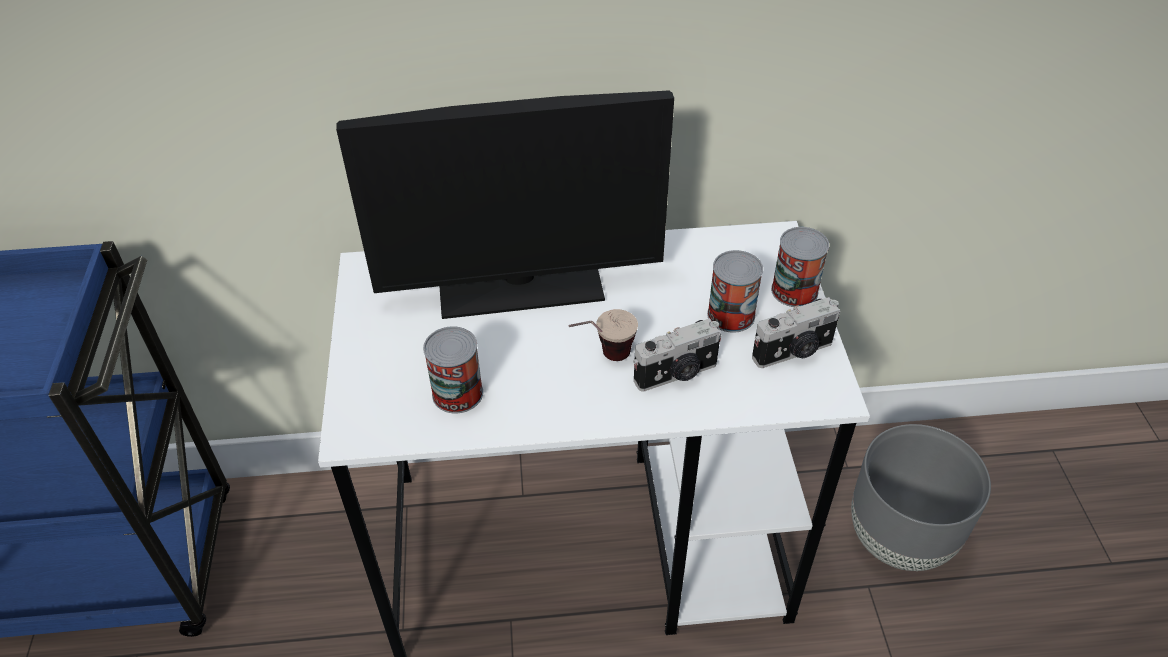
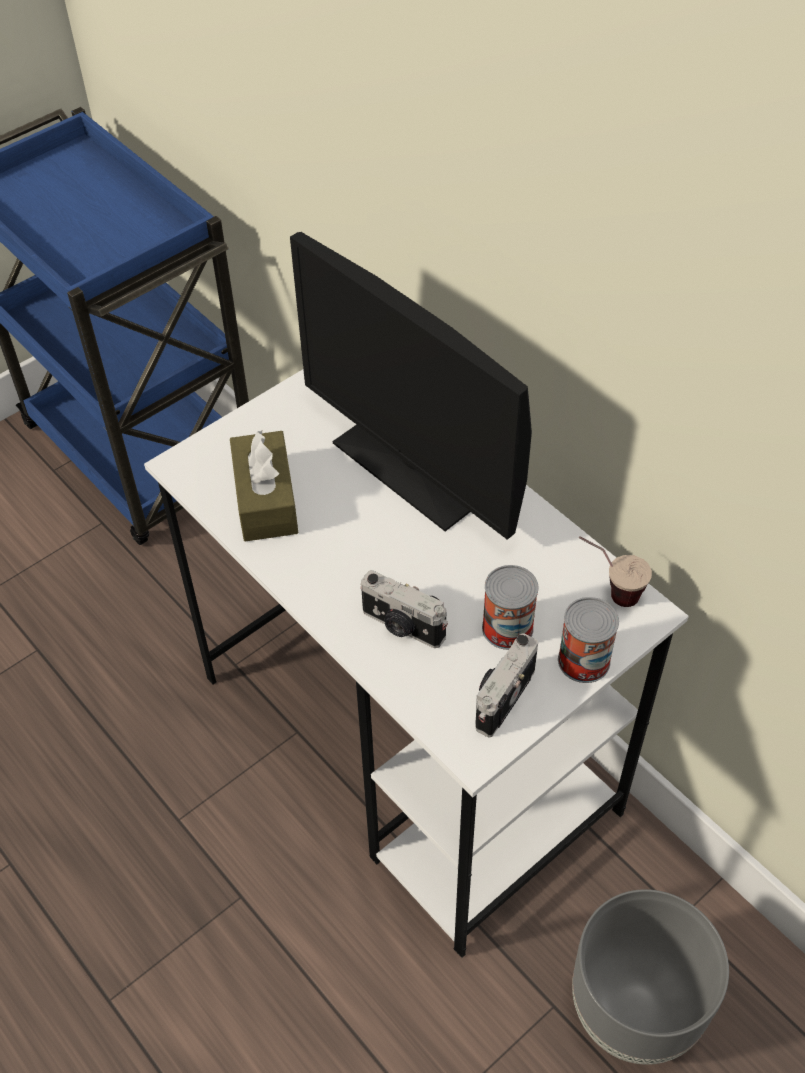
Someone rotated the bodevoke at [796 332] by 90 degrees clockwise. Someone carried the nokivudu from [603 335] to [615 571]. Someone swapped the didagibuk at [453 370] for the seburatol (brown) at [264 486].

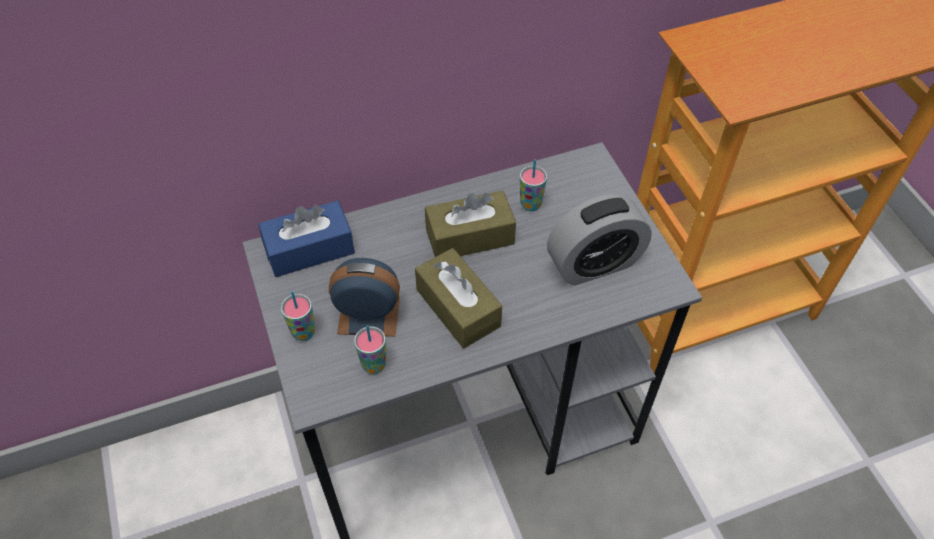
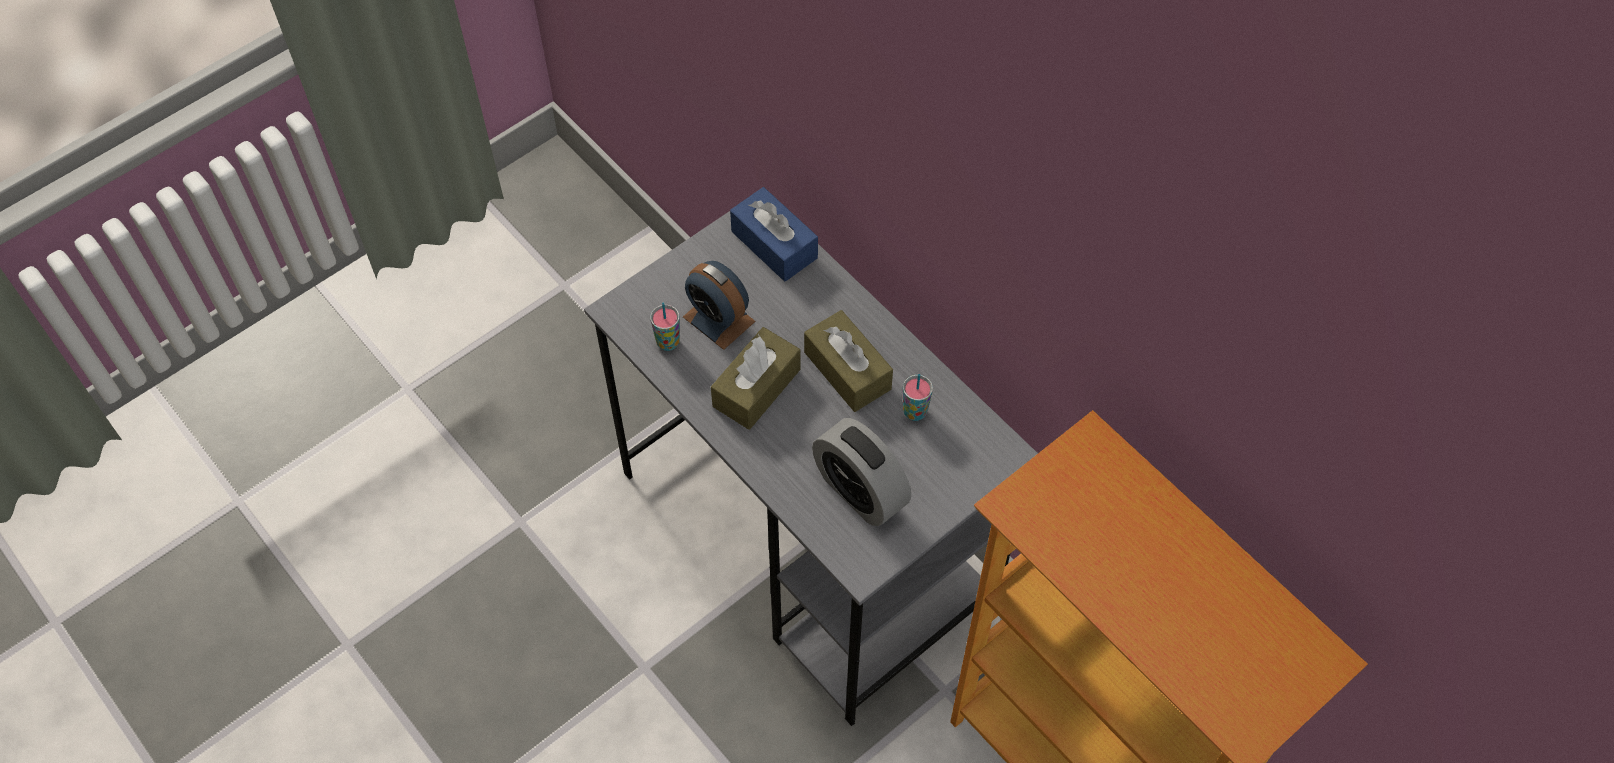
Someone rotated the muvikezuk at [364 297] by 150 degrees clockwise. Someone took away the nokivudu at [298 316].

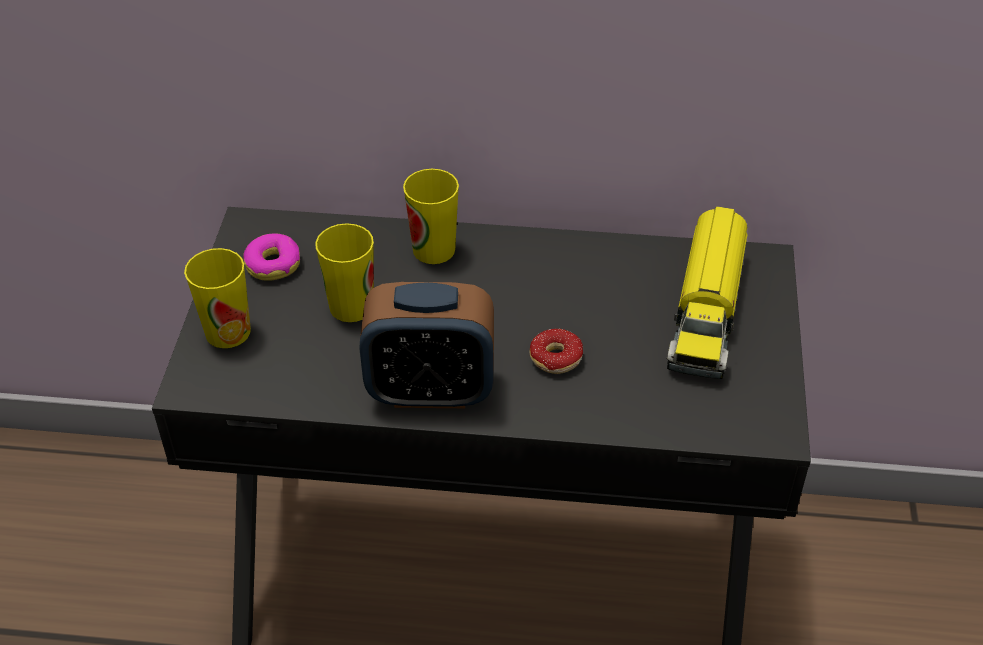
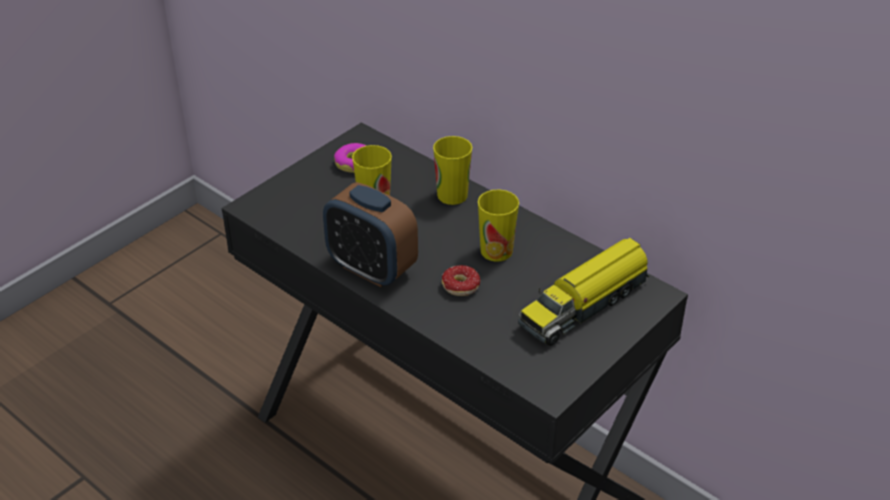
Someone carried the nokivudu from [217 298] to [498 225].

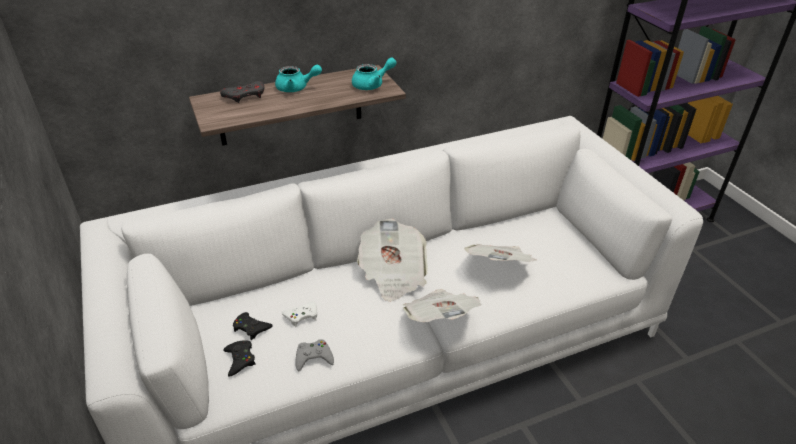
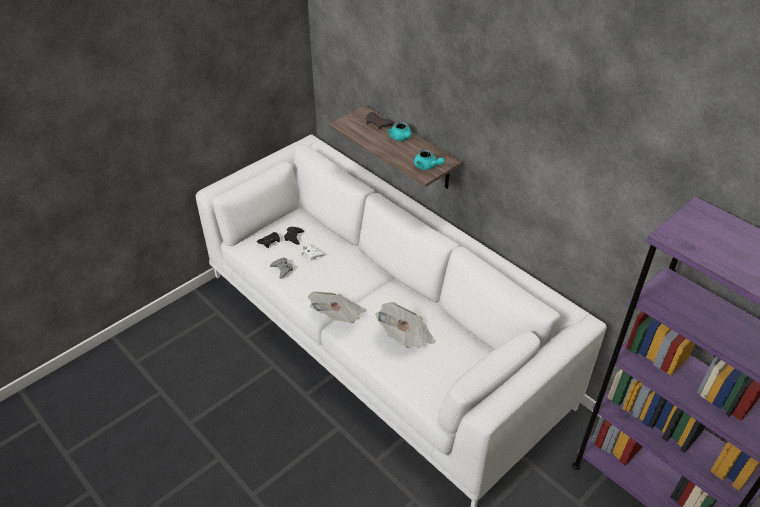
Someone took away the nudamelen at [392 260].

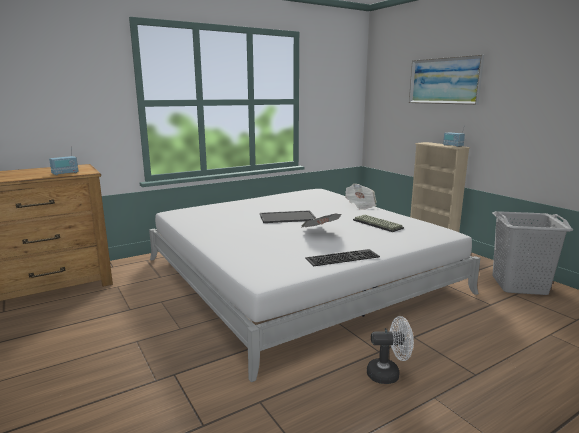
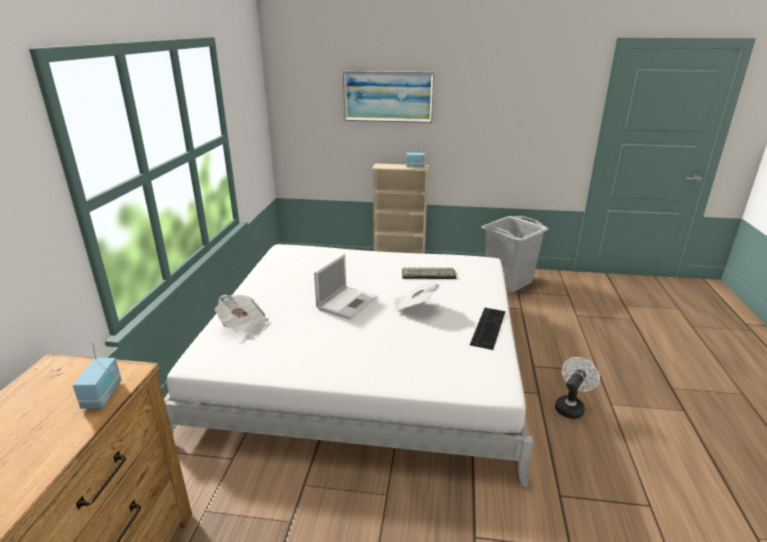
Someone carried the nudamelen from [361 197] to [242 316]. Someone swapped the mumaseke at [288 216] for the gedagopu at [345 286].

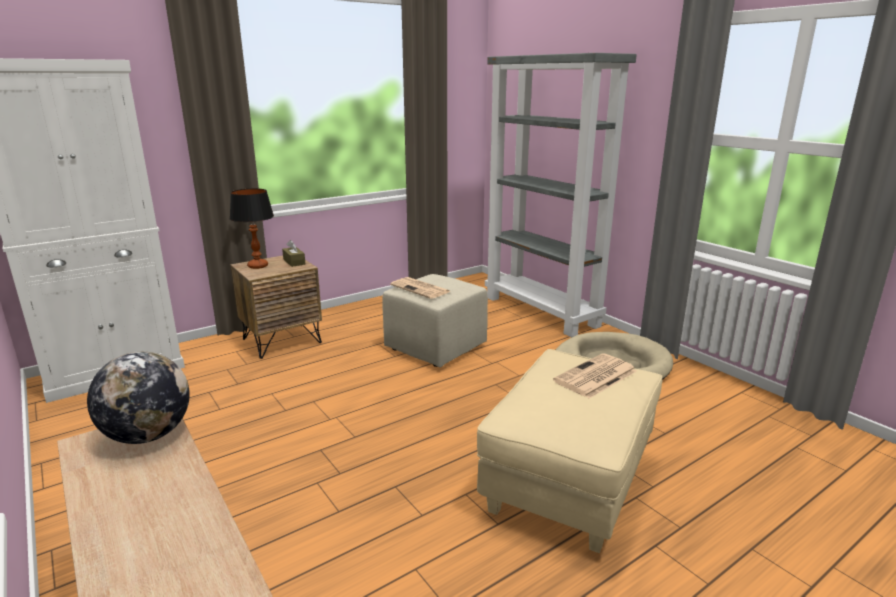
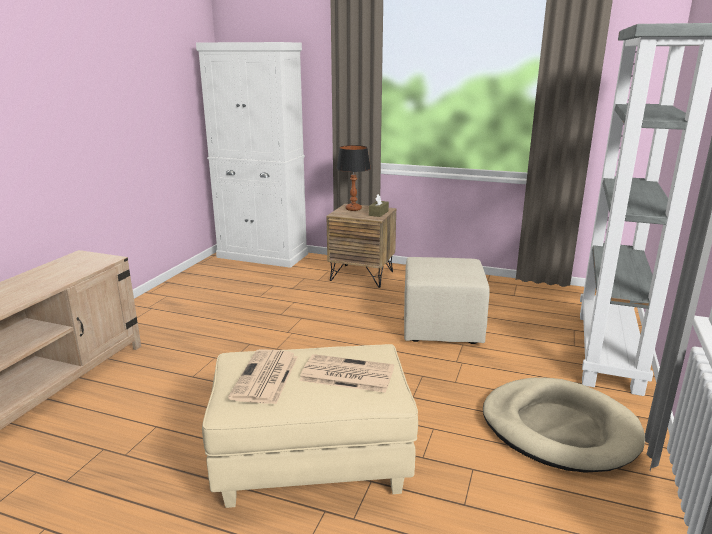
Someone carried the nudamelen from [420 288] to [263 376]. Someone took away the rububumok at [138 398].

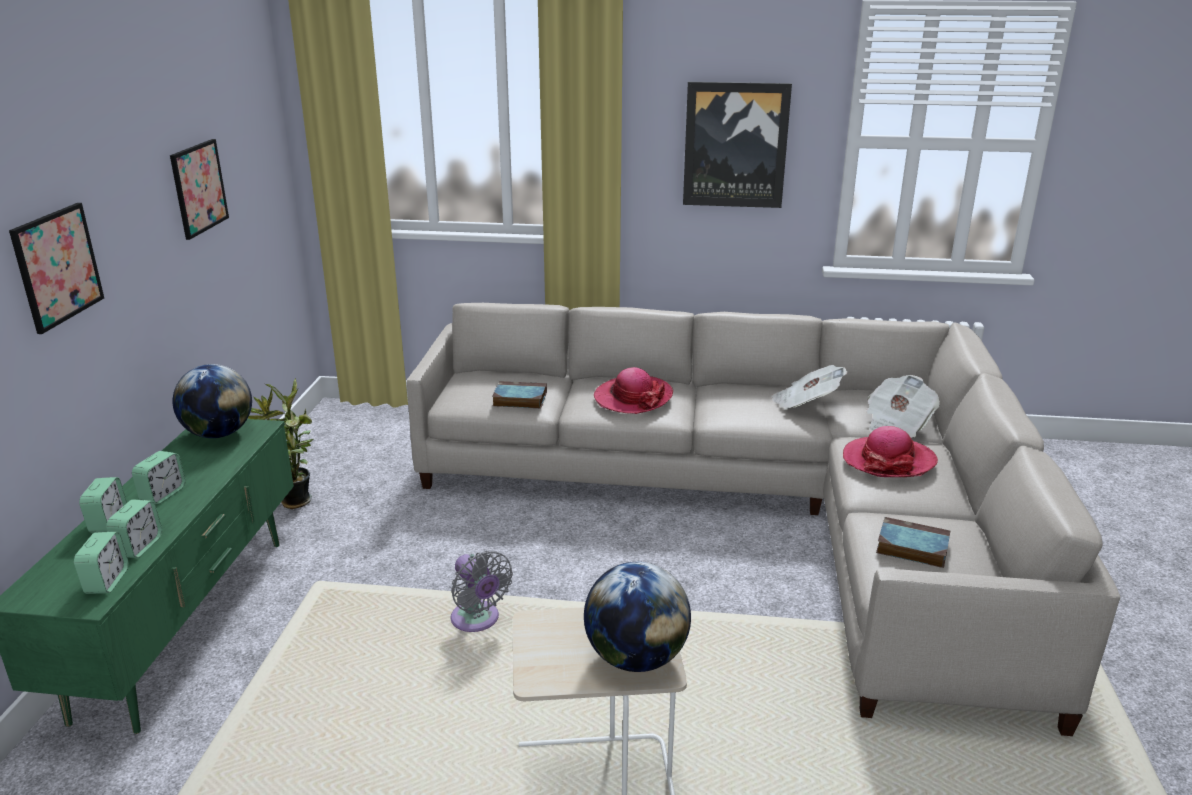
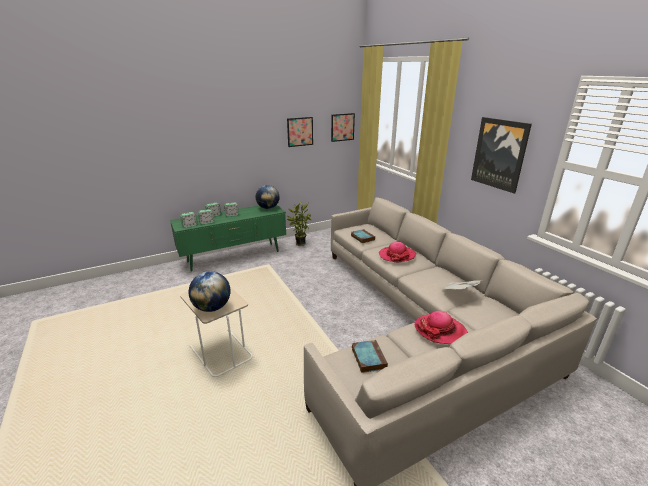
Someone carried the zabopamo from [56 268] to [343 127]. Someone took away the nudamelen at [903 406]. Someone took away the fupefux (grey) at [481 591].

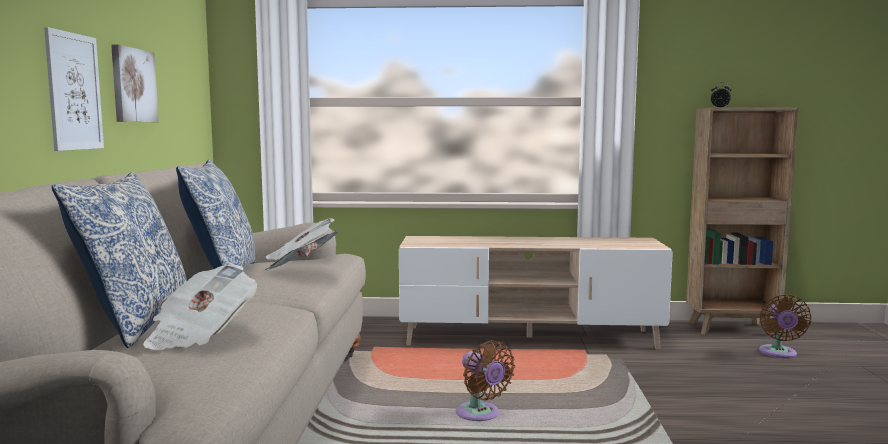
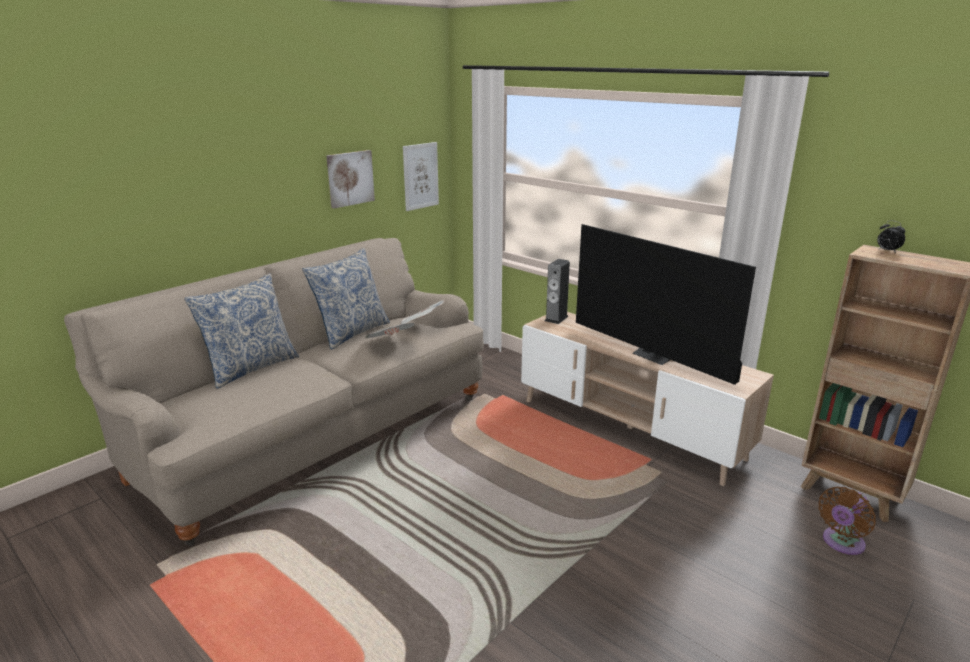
Someone carried the zabopamo from [74 89] to [421 176]. Someone took away the nudamelen at [200 307]. Someone took away the fupefux (brown) at [485 380]. Someone put down the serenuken at [666 304]. Someone put down the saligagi at [557 291].

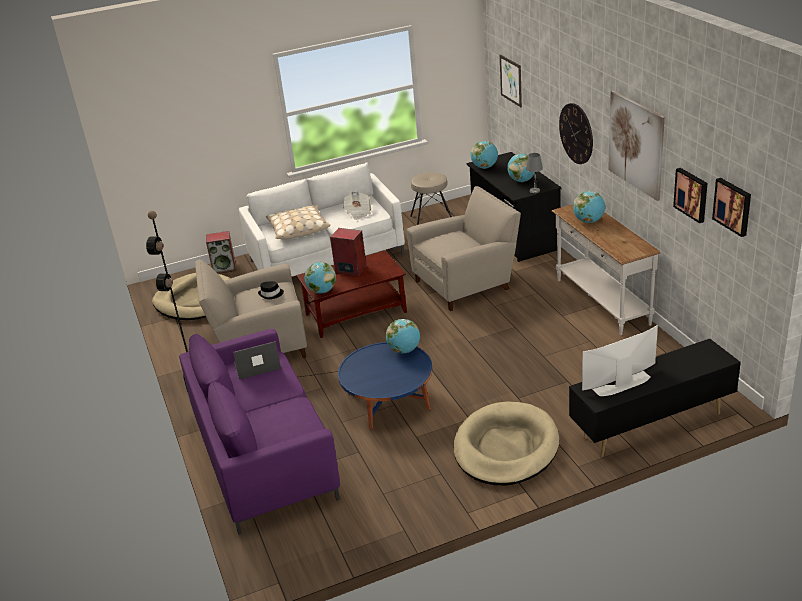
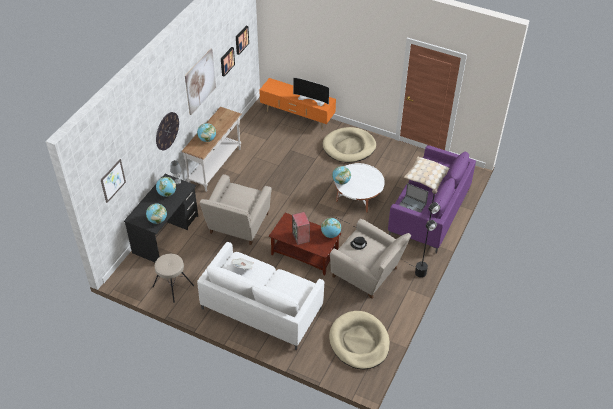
Someone rotated the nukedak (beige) at [463 248] by 90 degrees counterclockwise. Someone carried the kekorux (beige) from [298 222] to [426 173]. Someone took away the saligagi at [221 252]. Someone repainted the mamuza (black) at [655 398], which became the mamuza (orange) at [297 104]. Someone repainted the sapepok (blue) at [385 386], which became the sapepok (white) at [359 188].

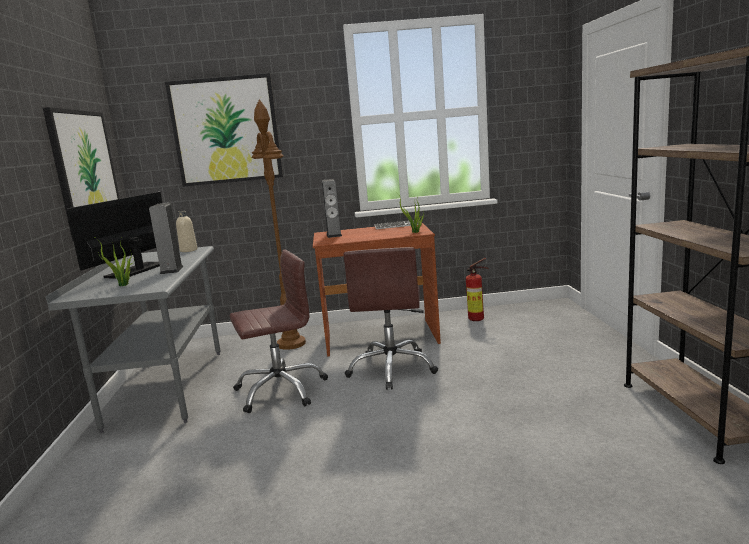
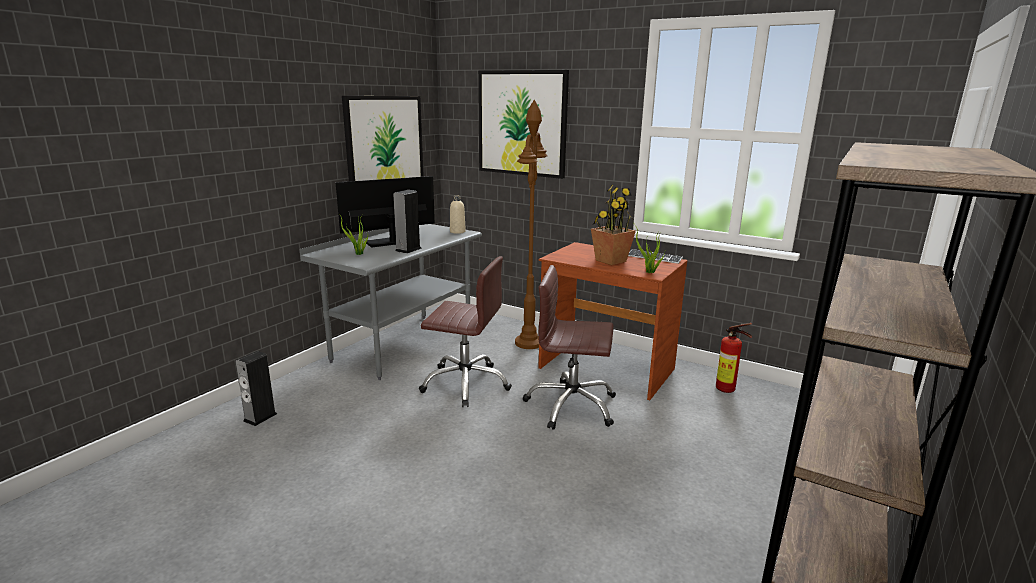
Someone carried the saligagi from [332 208] to [256 388]. Someone rotated the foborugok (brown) at [390 318] by 60 degrees clockwise. Someone put down the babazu at [613 224].

